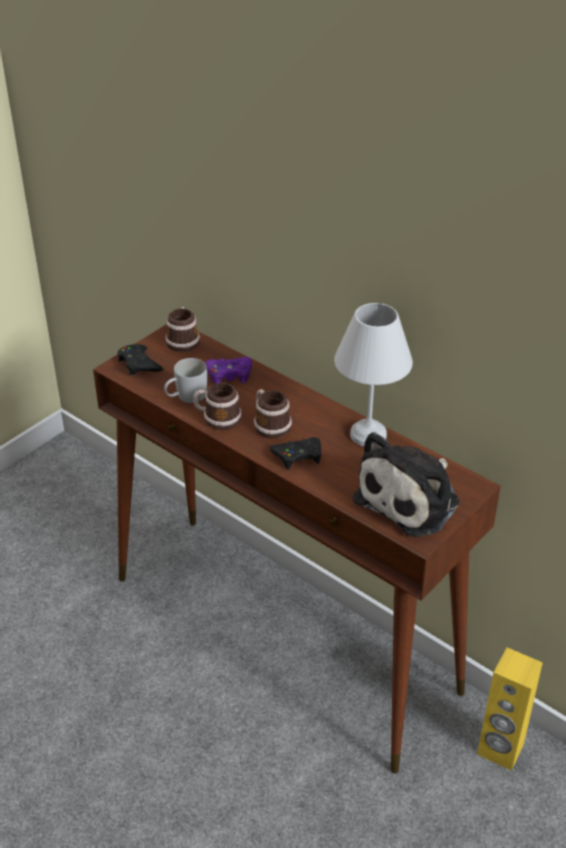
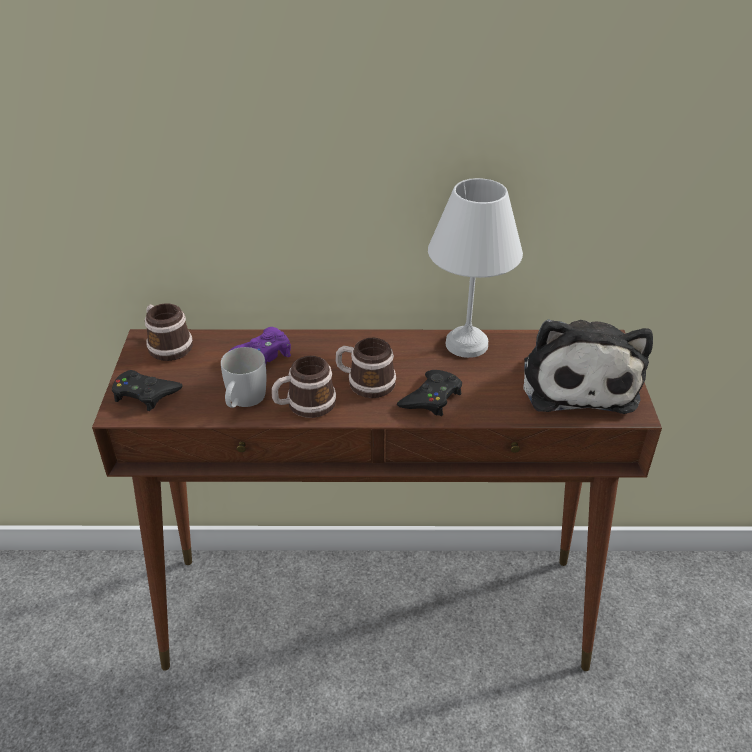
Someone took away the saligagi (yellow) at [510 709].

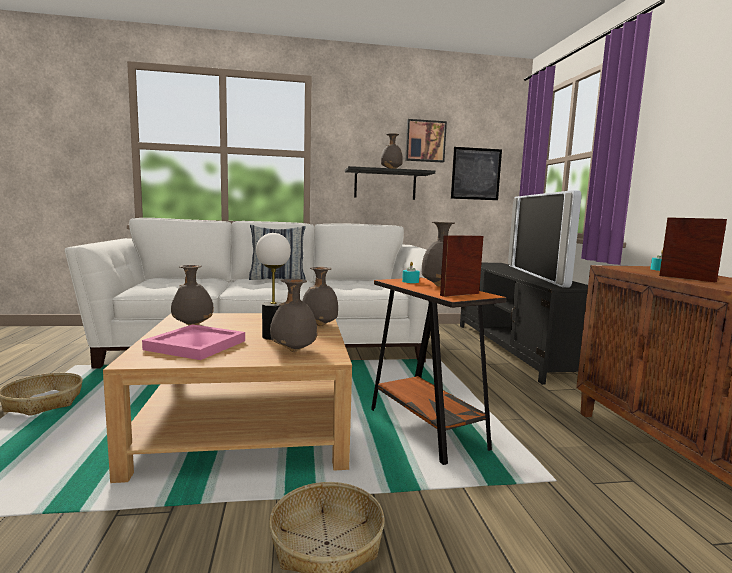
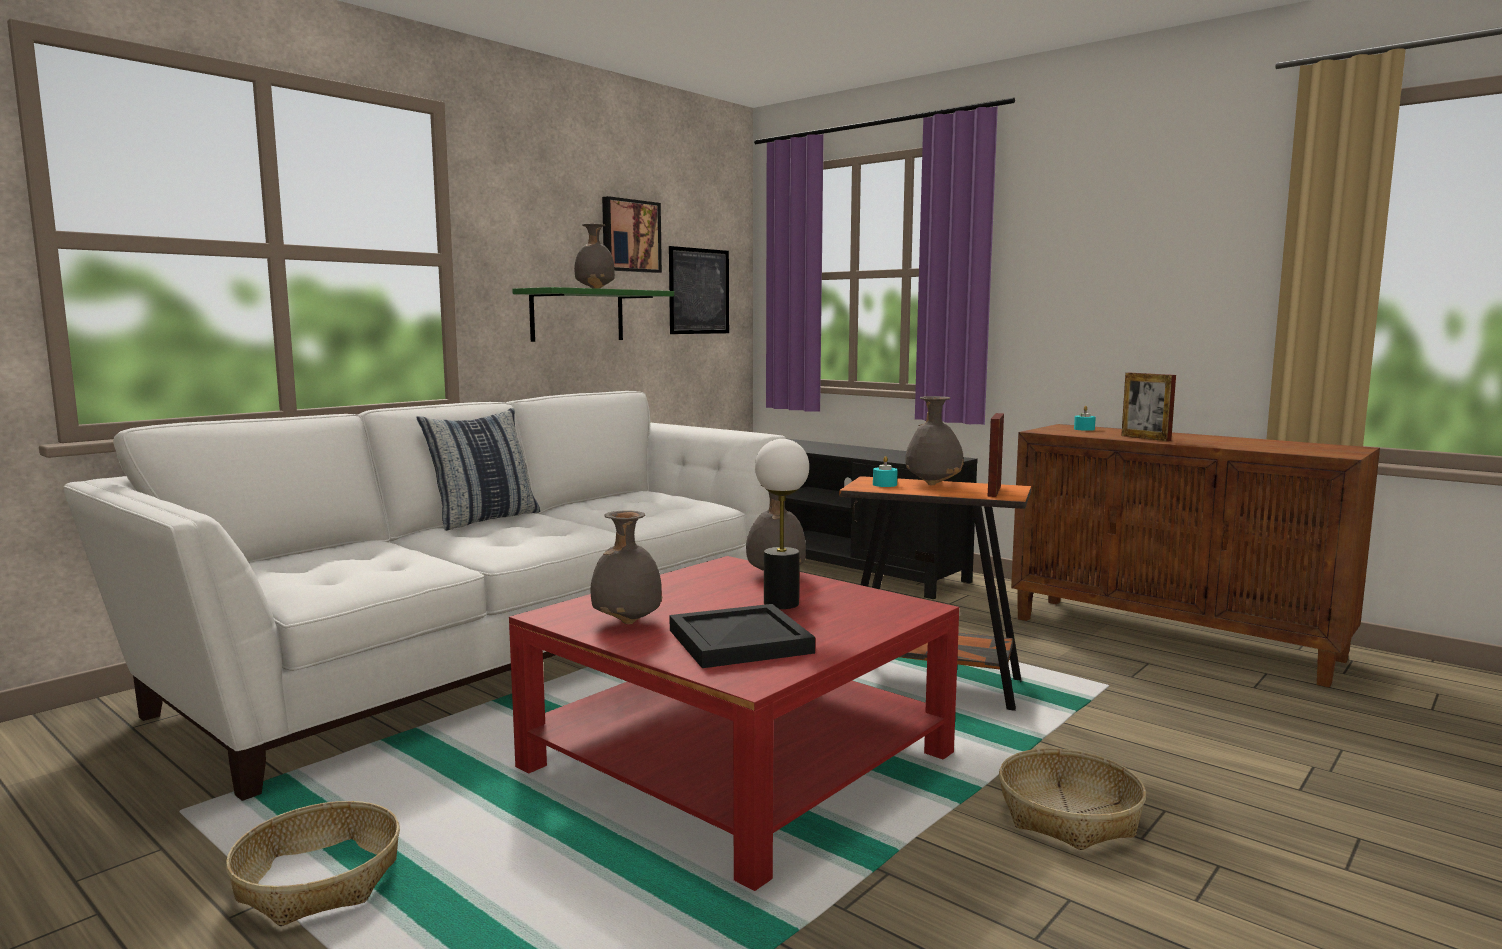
Someone repainted the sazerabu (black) at [390 183], which became the sazerabu (green) at [593 314]. Someone took away the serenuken at [545 239]. Someone rotated the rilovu at [693 249] by 135 degrees counterclockwise. Someone took away the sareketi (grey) at [293 315]. Someone repainted the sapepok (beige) at [227 398], which became the sapepok (red) at [734 723]. Someone repainted the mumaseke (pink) at [193 342], which became the mumaseke (black) at [742 636].

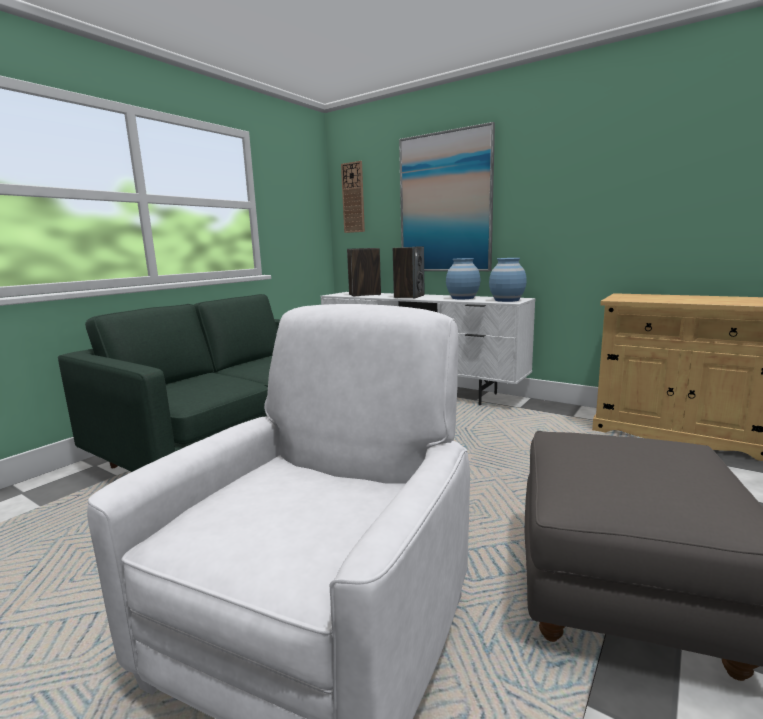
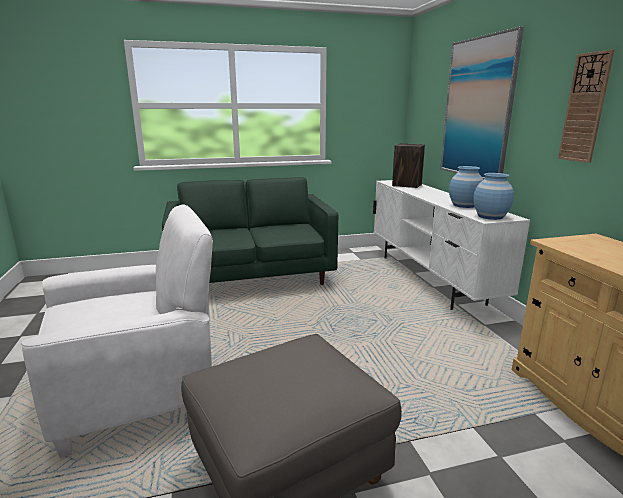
Someone carried the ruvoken from [353 197] to [586 106]. Someone took away the saligagi at [408 272].

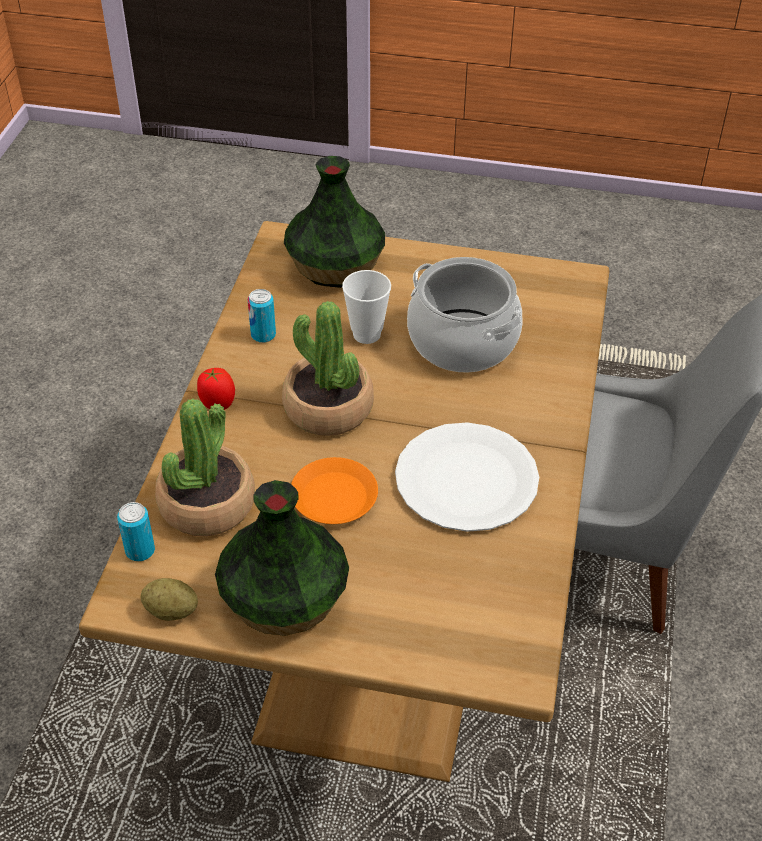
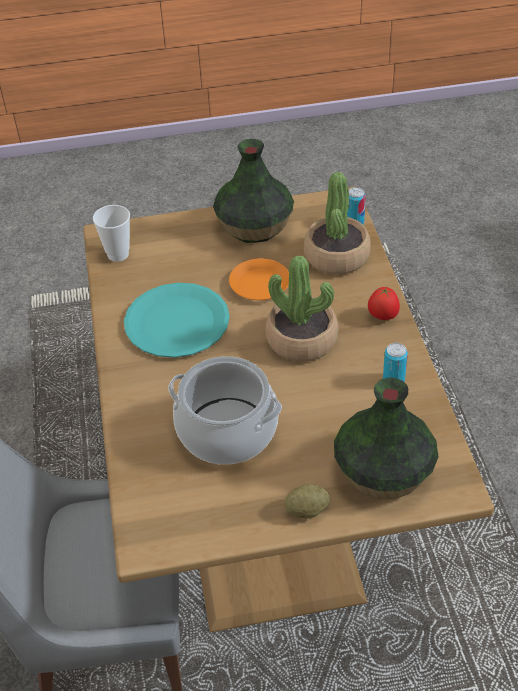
Someone carried the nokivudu from [366 307] to [111 233]. Someone repainted the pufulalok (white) at [467 477], which became the pufulalok (turquoise) at [177 320]. Someone carried the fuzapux from [169 599] to [307 501].

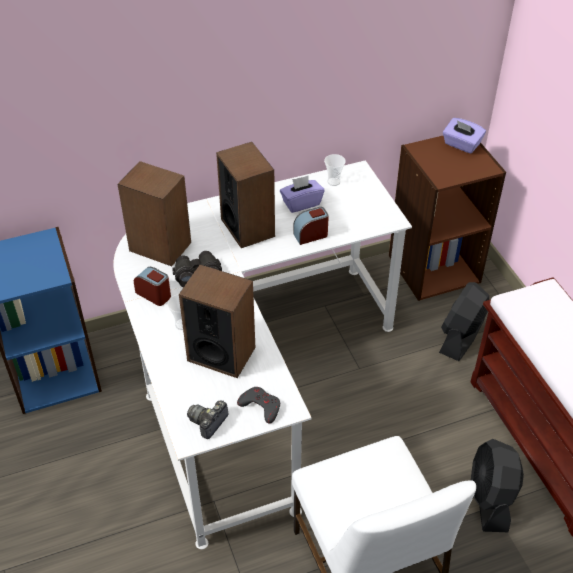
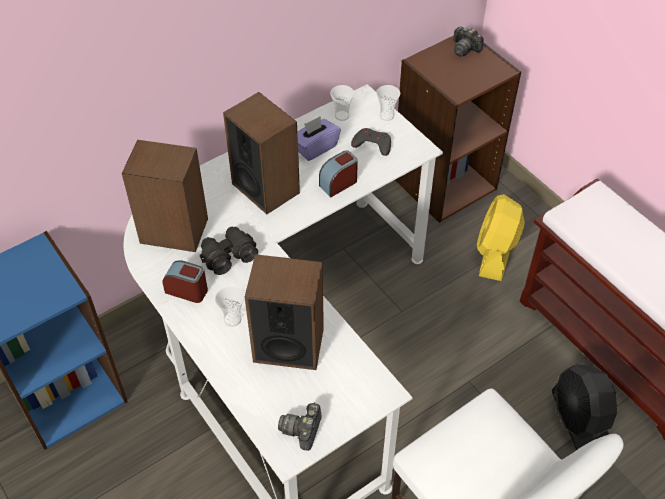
Someone swapped the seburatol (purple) at [464 135] for the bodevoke at [469 41]. Someone repainted the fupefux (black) at [464 321], which became the fupefux (yellow) at [501 237]. Someone carried the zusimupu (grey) from [258 405] to [371 142]. Someone put down the nokivudu at [388 103].

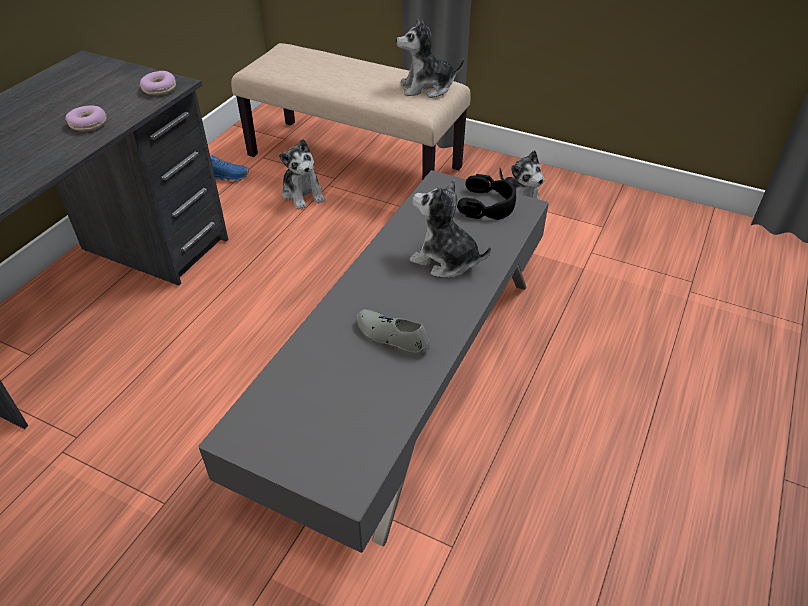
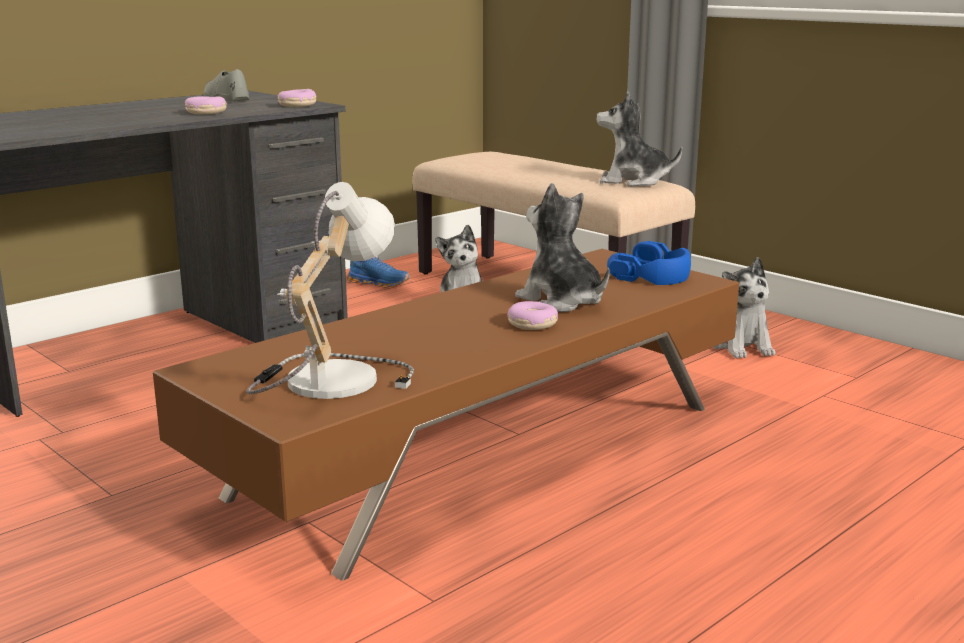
Someone repainted the sapepok (grey) at [374 361], which became the sapepok (brown) at [446 414]. Someone repainted the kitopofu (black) at [486 197], which became the kitopofu (blue) at [649 263]. Someone carried the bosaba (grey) from [393 333] to [226 85]. Someone put down the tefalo at [330 290]. Someone put down the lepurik at [532 315].

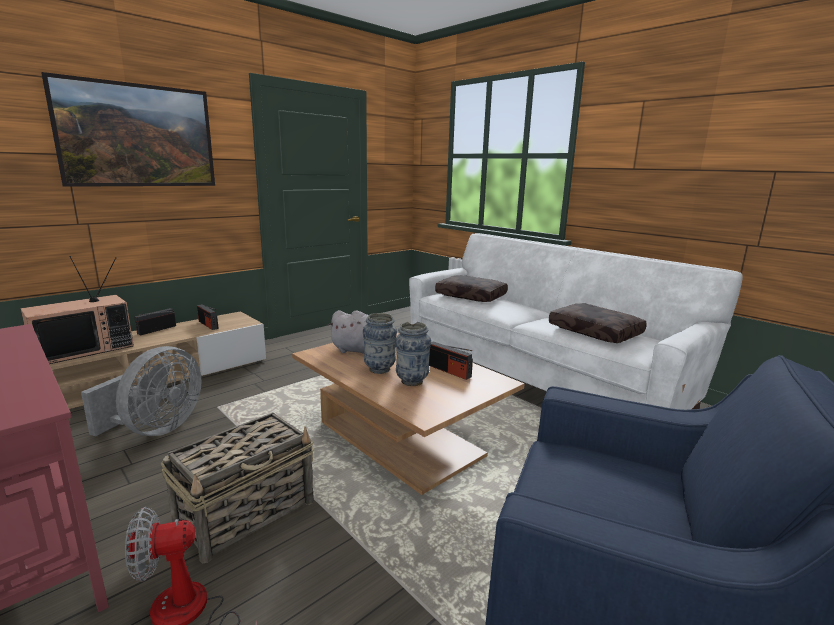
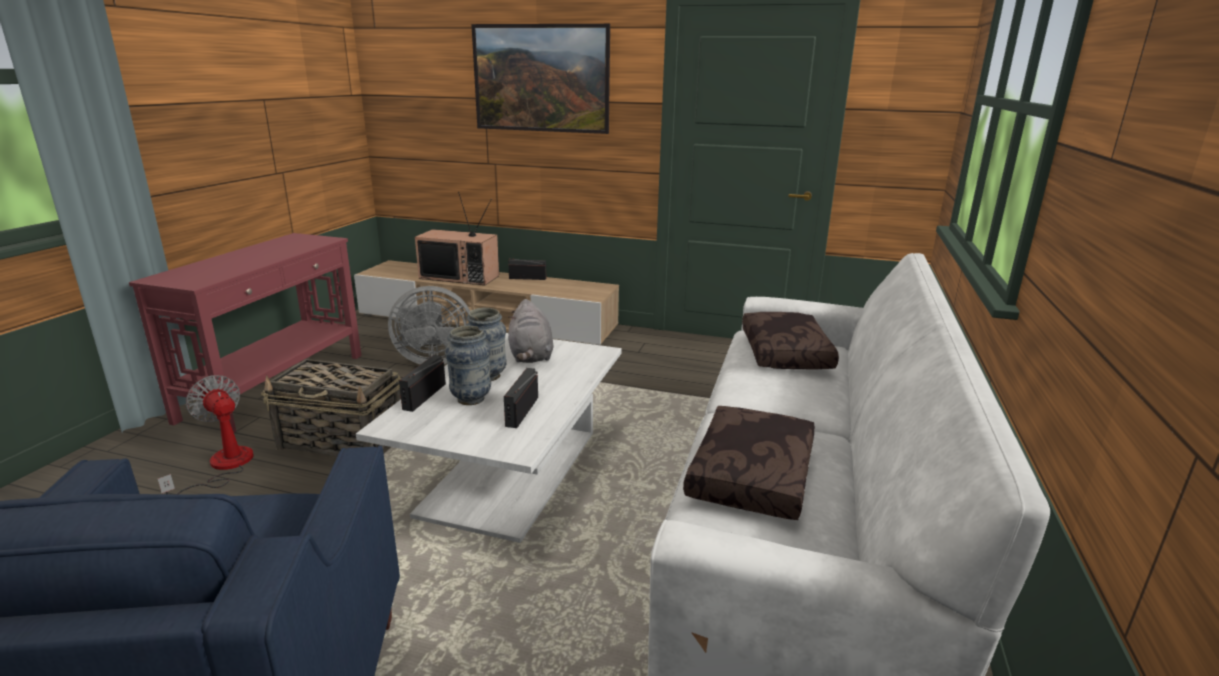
Someone carried the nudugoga from [208 317] to [422 383]. Someone repainted the sapepok (brown) at [408 414], which became the sapepok (white) at [489 438].

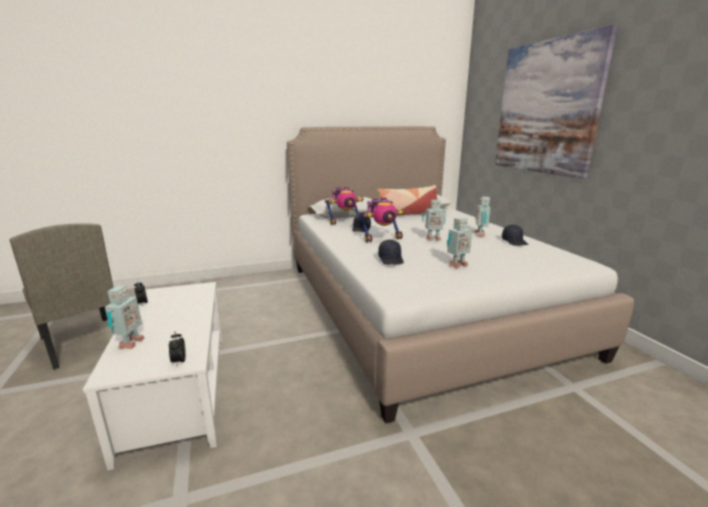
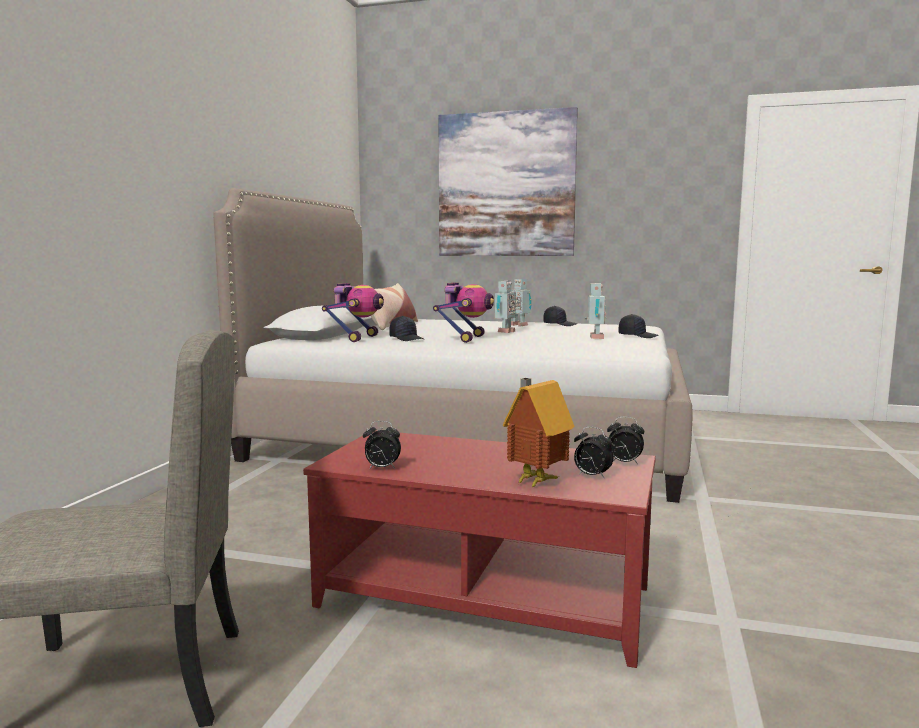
Someone carried the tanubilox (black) from [391 252] to [639 326]. Someone repainted the sapepok (white) at [153 376], which became the sapepok (red) at [479 549]. Someone swapped the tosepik at [125 317] for the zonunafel at [538 433]. Someone put down the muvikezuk at [594 453].

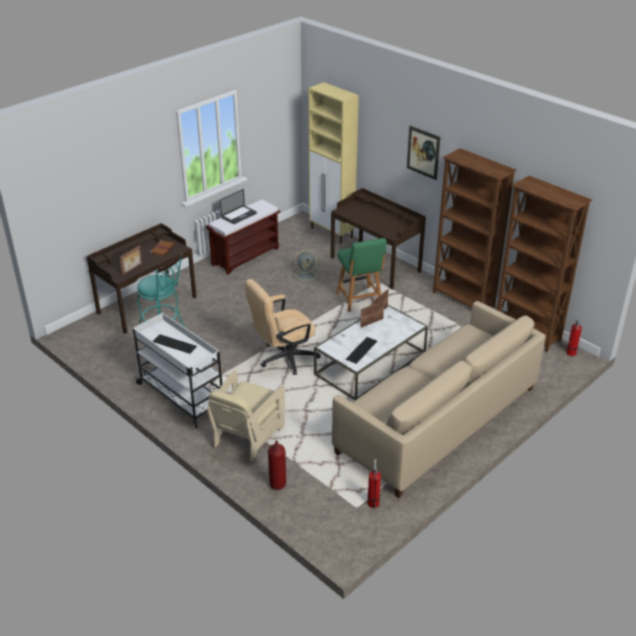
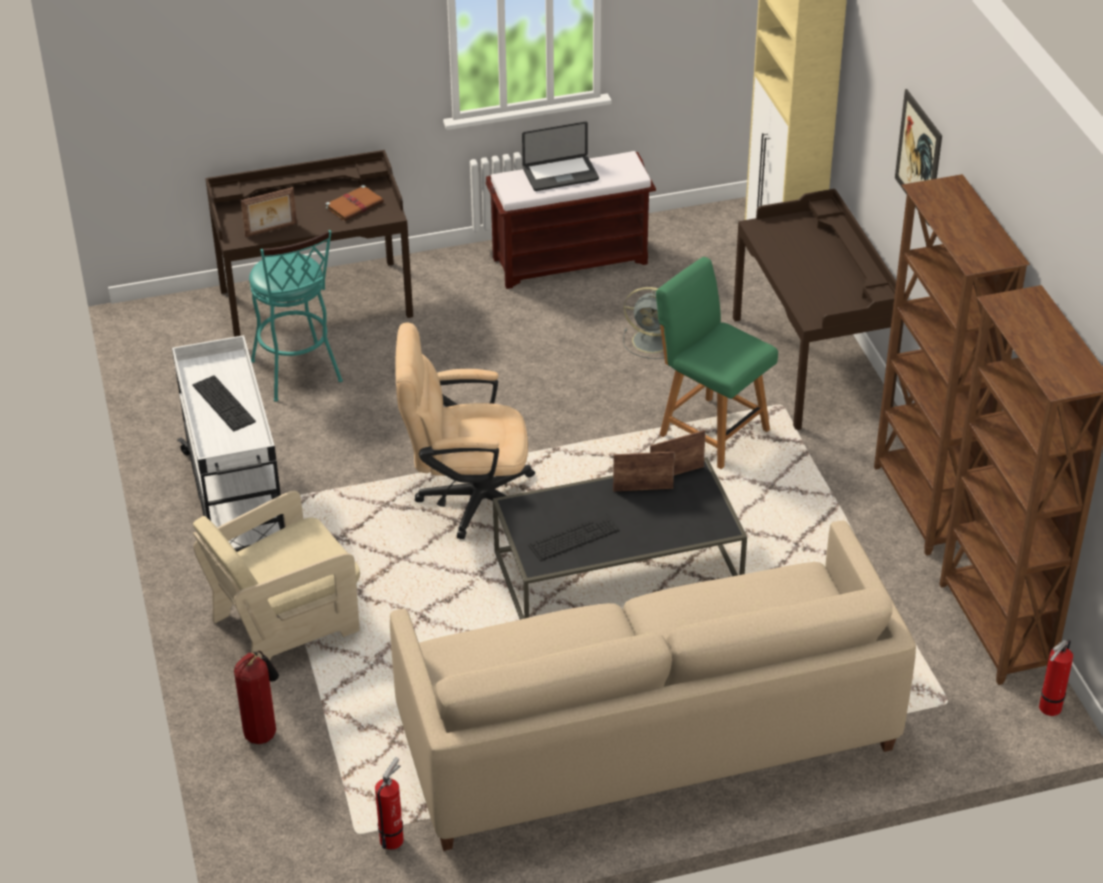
Someone rotated the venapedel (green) at [362 275] by 120 degrees clockwise. Someone repainted the sapepok (white) at [371 352], which became the sapepok (black) at [620 538].

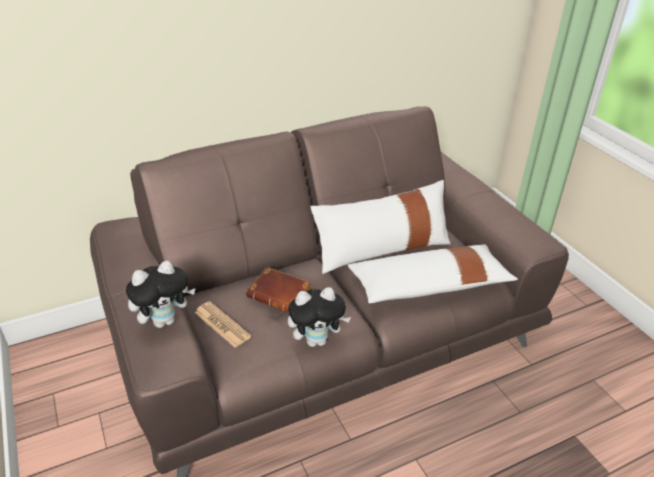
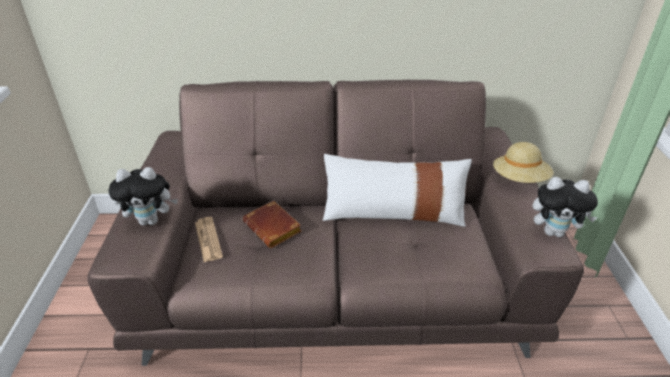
Someone took away the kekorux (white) at [433 273]. Someone carried the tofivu from [319 317] to [565 207]. Someone put down the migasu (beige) at [523 162].

